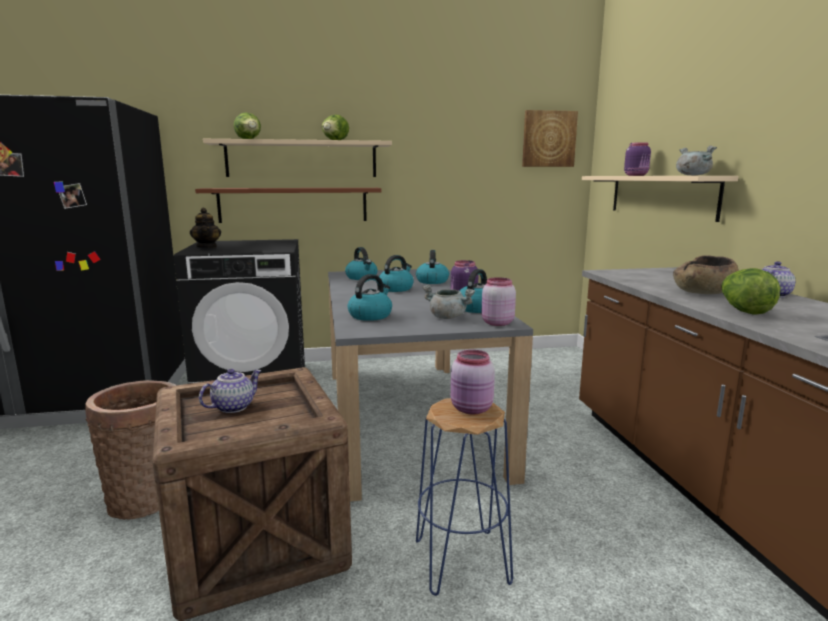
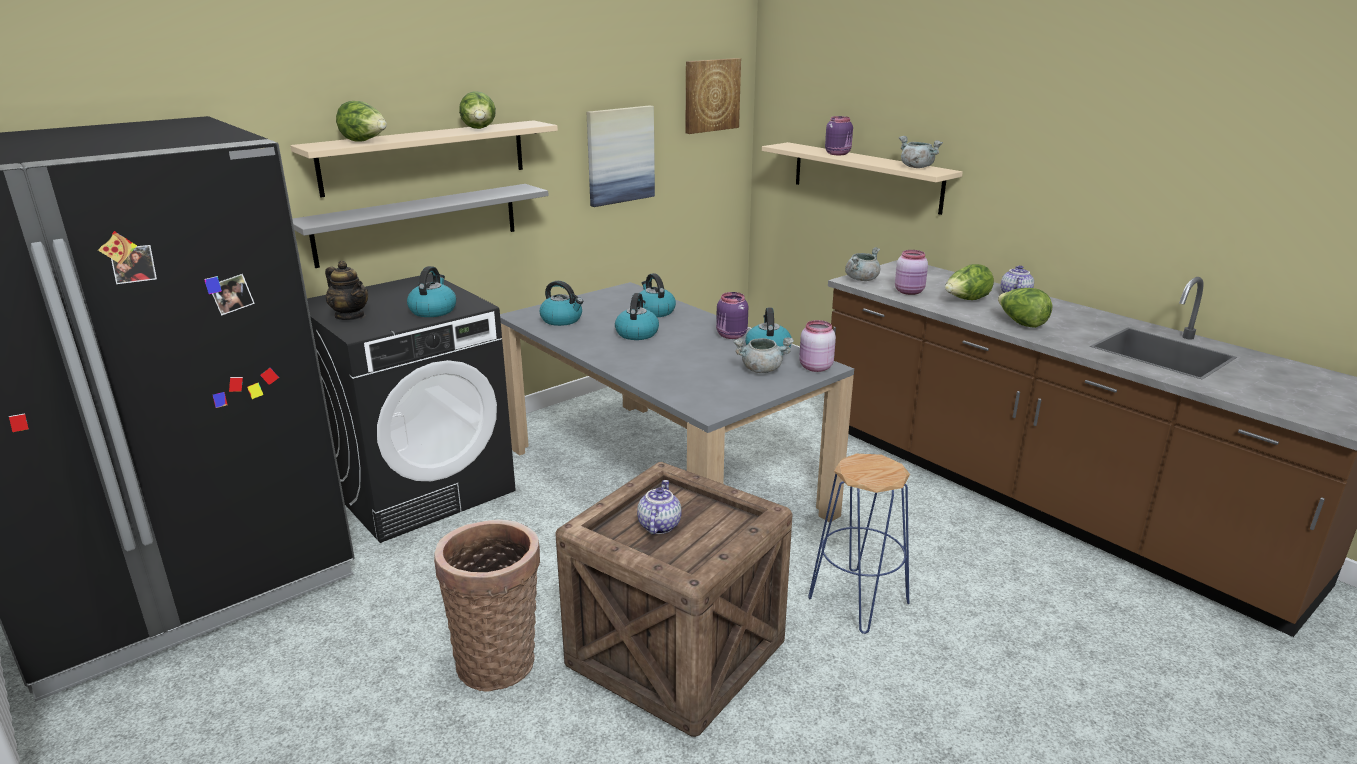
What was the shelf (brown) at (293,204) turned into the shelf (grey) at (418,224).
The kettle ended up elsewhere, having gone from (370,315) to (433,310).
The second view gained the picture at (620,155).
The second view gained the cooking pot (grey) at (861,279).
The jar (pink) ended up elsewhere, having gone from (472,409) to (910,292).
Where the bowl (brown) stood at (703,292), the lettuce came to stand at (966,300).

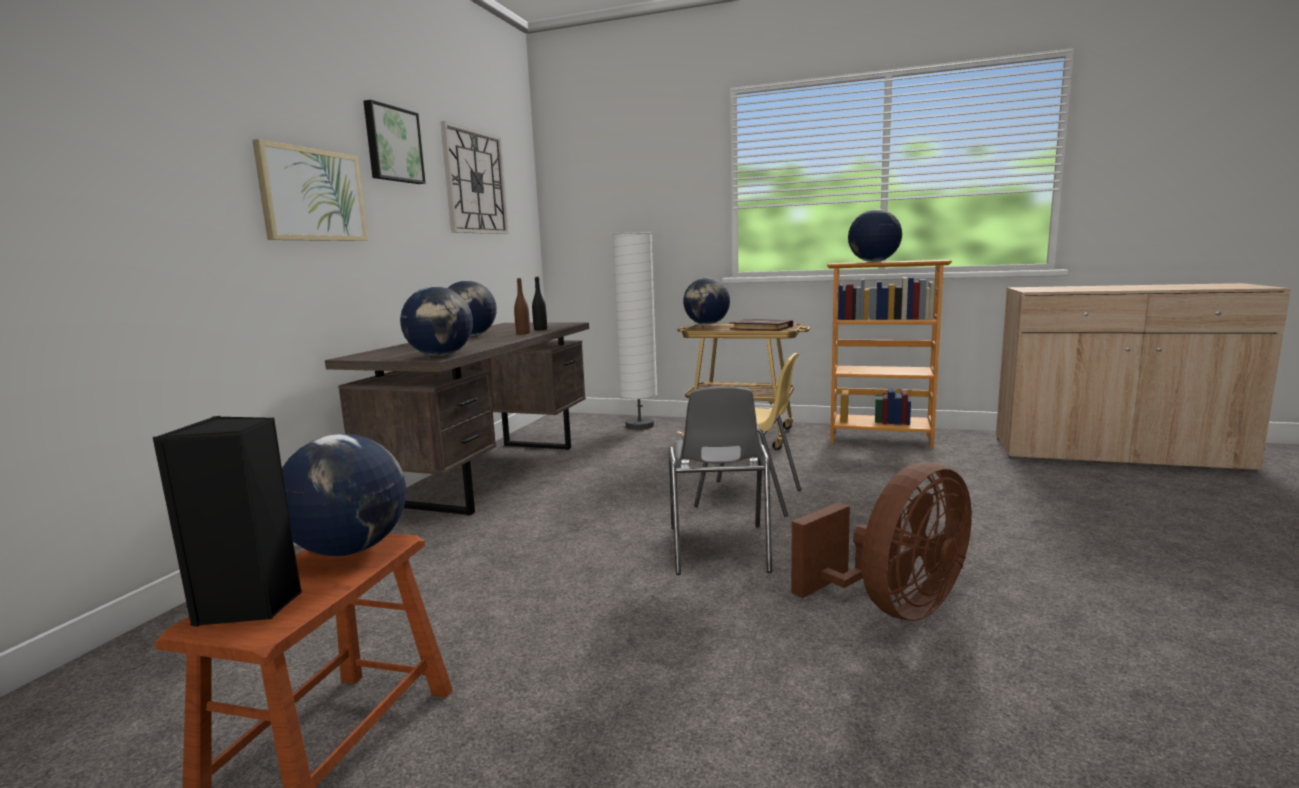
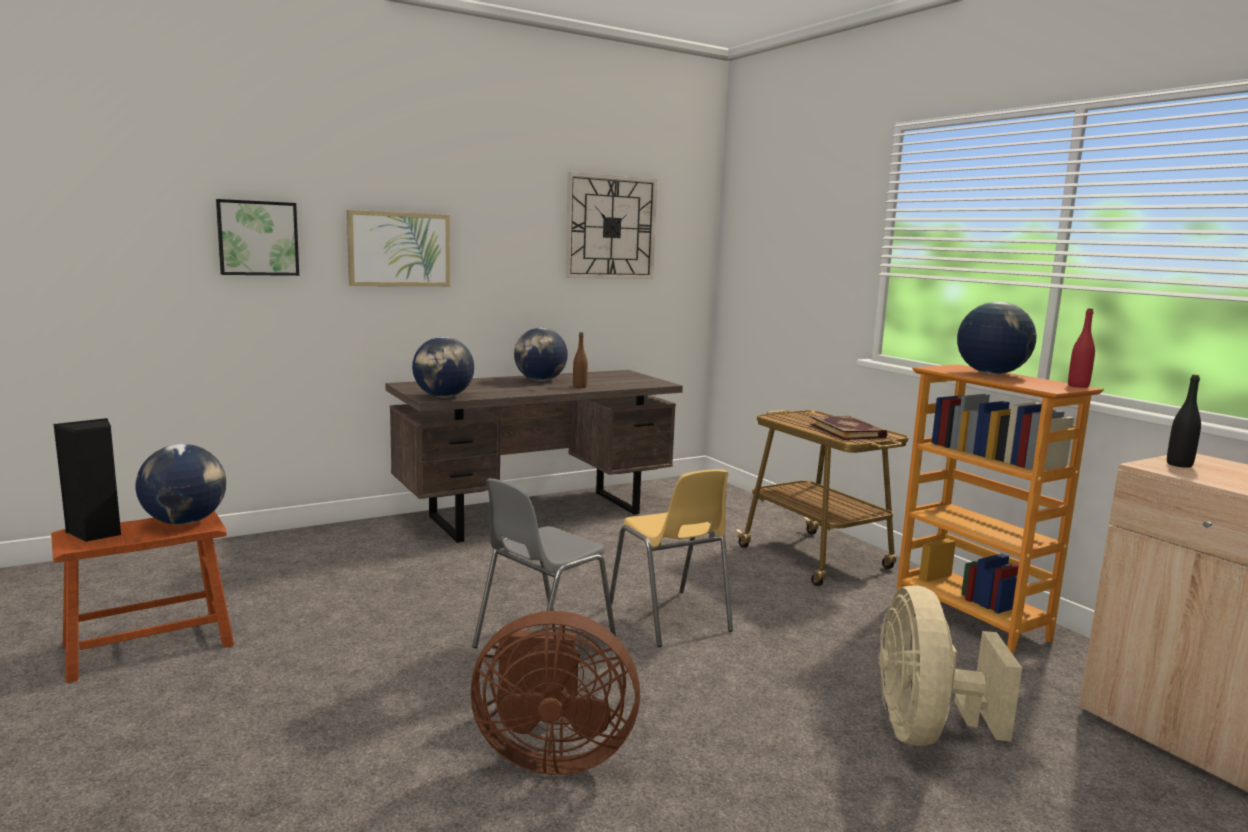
The picture ended up elsewhere, having gone from (392,144) to (258,238).
The second view gained the fan (beige) at (925,731).
The second view gained the bottle (red) at (1078,386).
The bottle (black) ended up elsewhere, having gone from (540,329) to (1179,464).
The second view lost the floor lamp (white) at (640,426).
The second view lost the globe at (706,324).

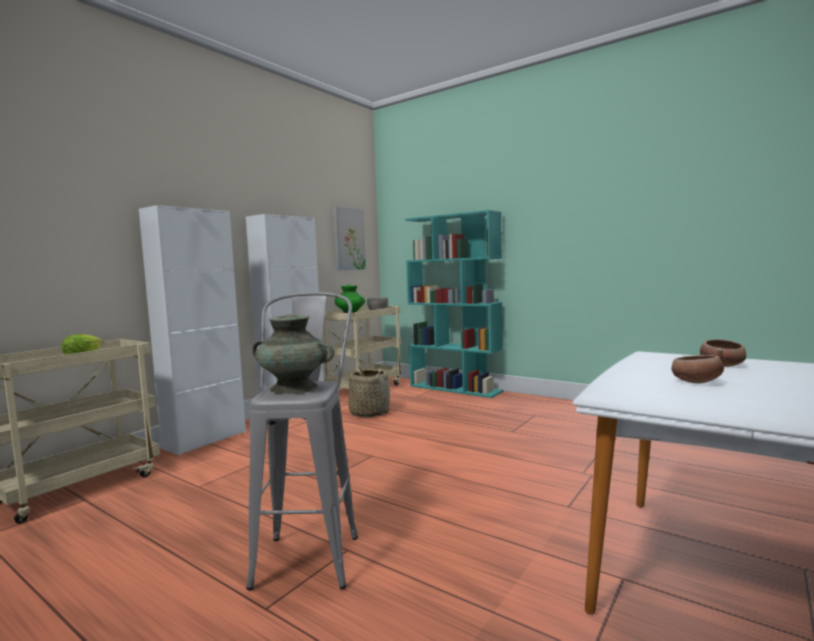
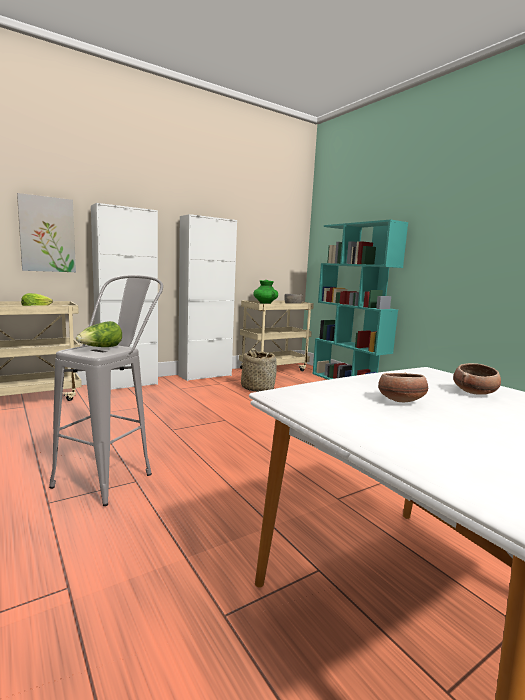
The picture ended up elsewhere, having gone from (348,239) to (47,234).
Where the vase (turquoise) stood at (294,388), the lettuce came to stand at (101,348).

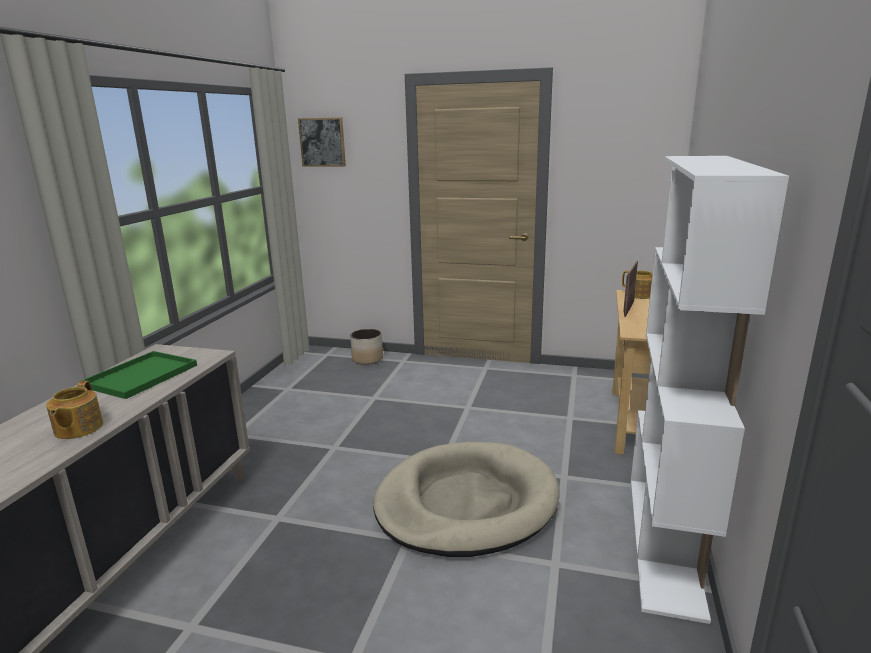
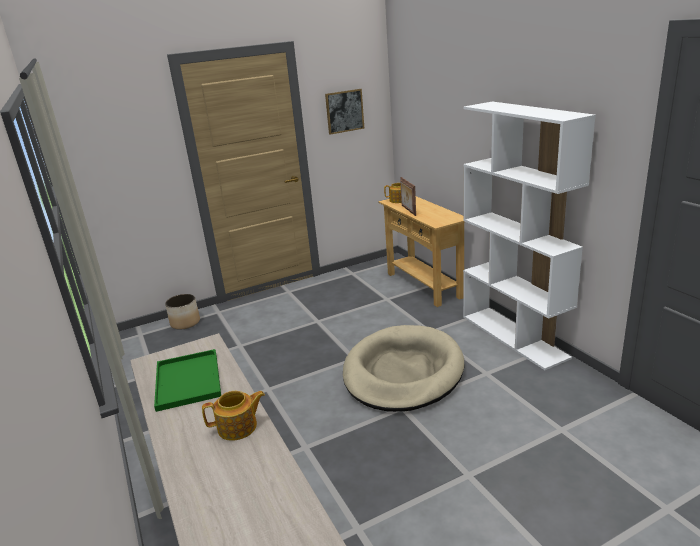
The teapot at (77,429) ended up facing another way, 60 degrees counterclockwise from before.
The picture ended up elsewhere, having gone from (322,142) to (344,111).

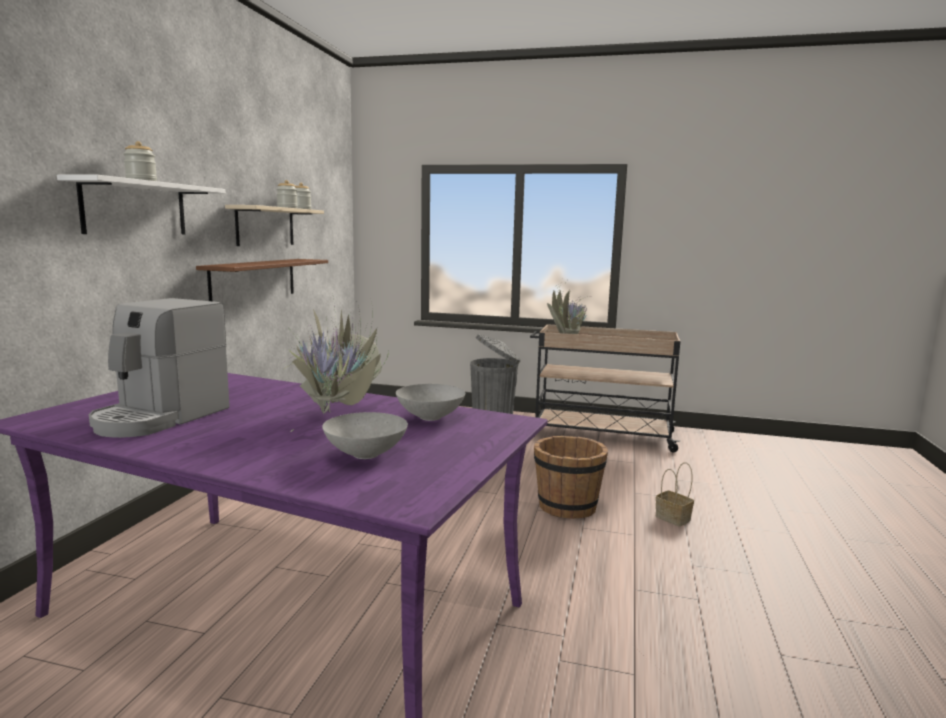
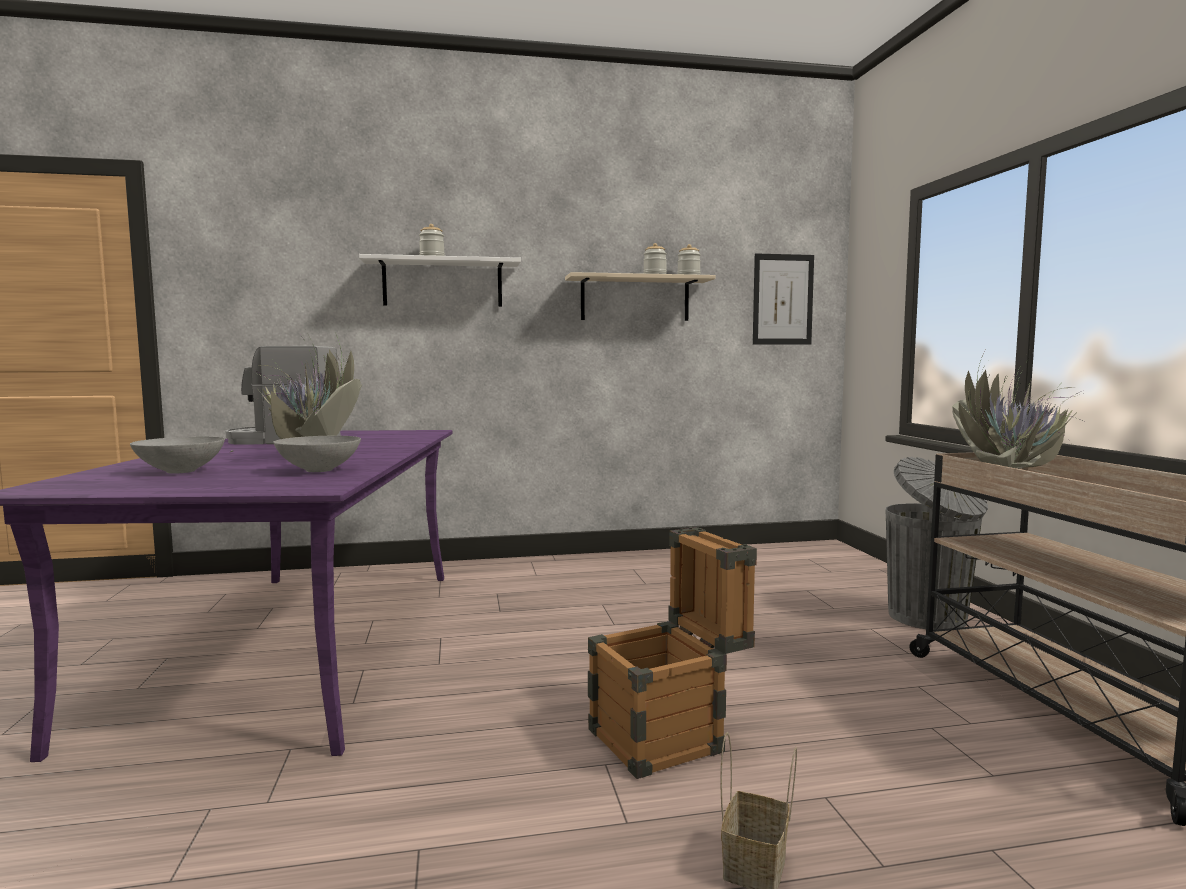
Where the bucket (brown) stood at (567,507), the crate came to stand at (670,737).
The second view gained the picture at (782,299).
The second view lost the shelf (brown) at (254,280).

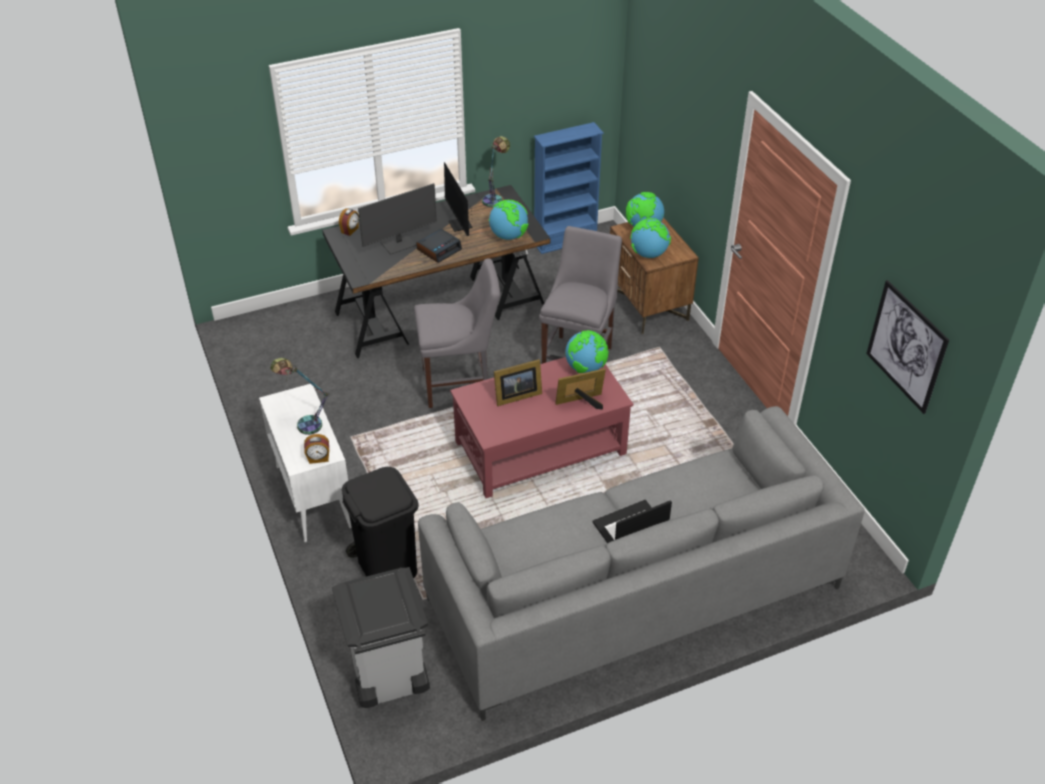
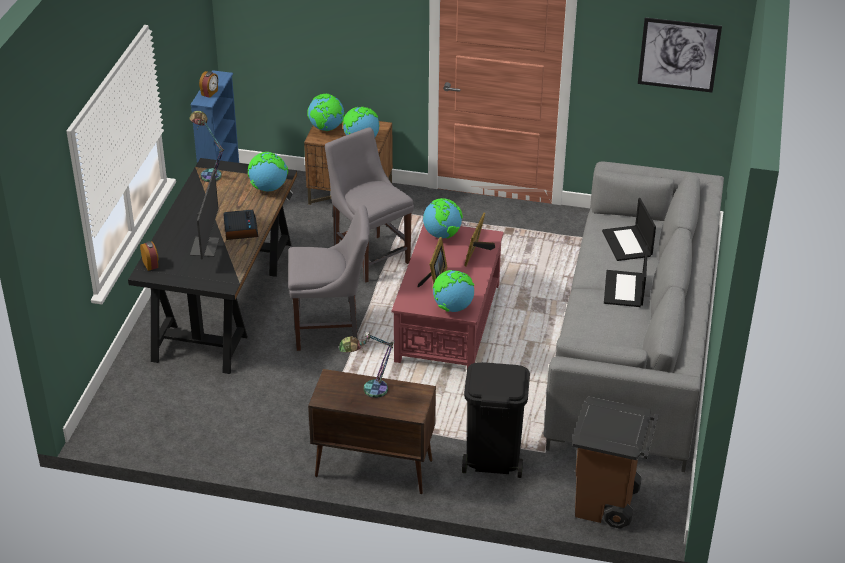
The alarm clock ended up elsewhere, having gone from (318,458) to (210,93).
The chair (grey) at (460,385) ended up facing another way, 60 degrees clockwise from before.
What was the cabinet (white) at (312,496) turned into the cabinet (brown) at (372,468).
The second view gained the globe at (452,307).
What was the trash can (grey) at (388,679) turned into the trash can (brown) at (606,504).
The second view gained the laptop at (628,244).
The second view lost the monitor at (460,226).

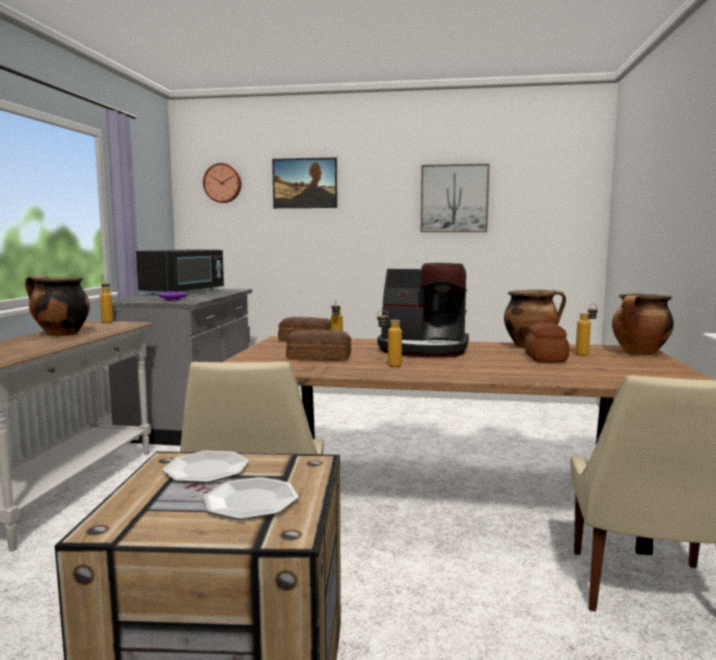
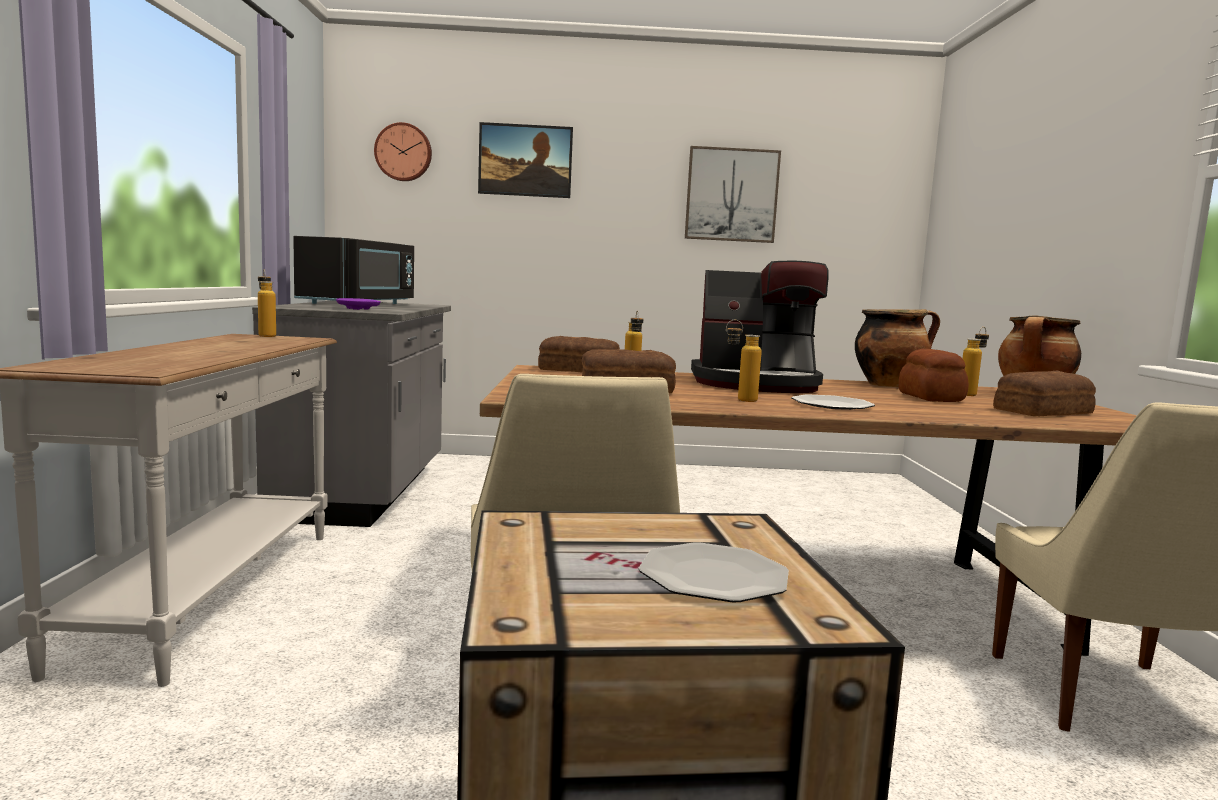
The plate ended up elsewhere, having gone from (206,469) to (832,405).
The second view gained the bread at (1040,411).
The second view lost the cooking pot at (60,334).

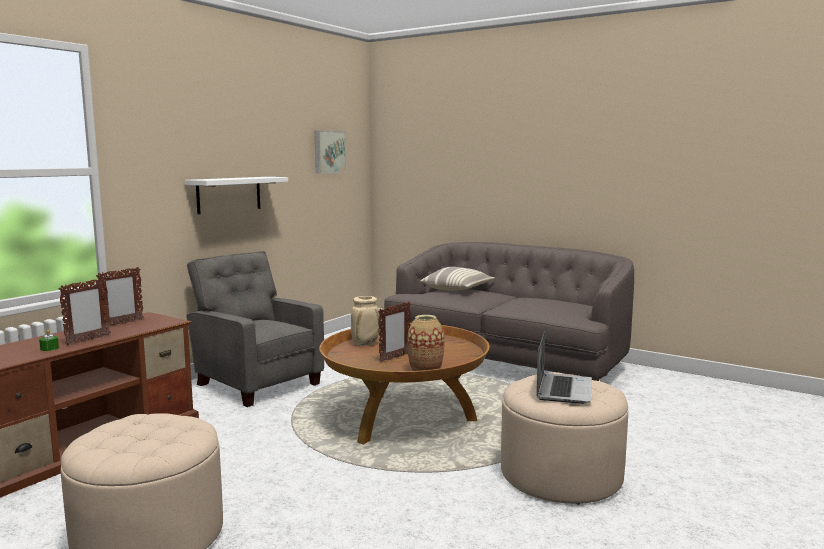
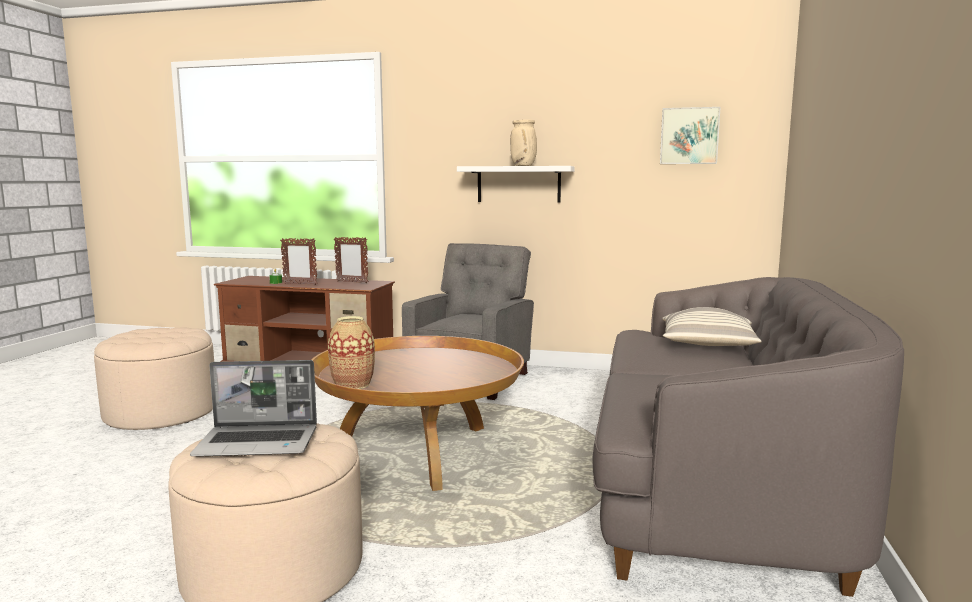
The vase (beige) ended up elsewhere, having gone from (365,344) to (524,166).
The second view lost the picture frame at (394,358).

